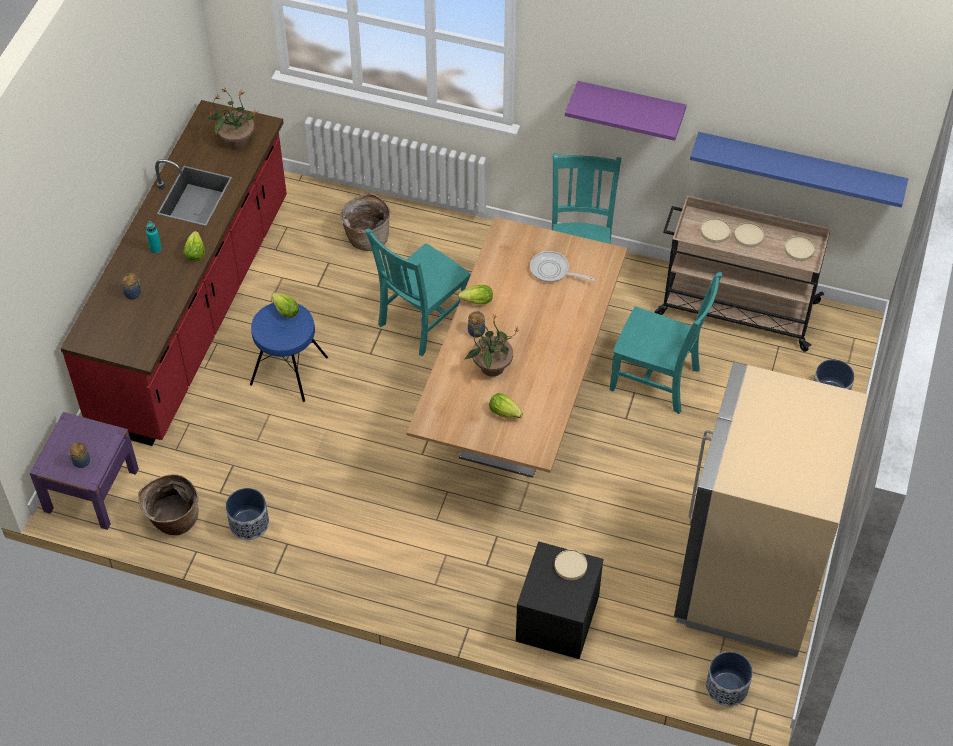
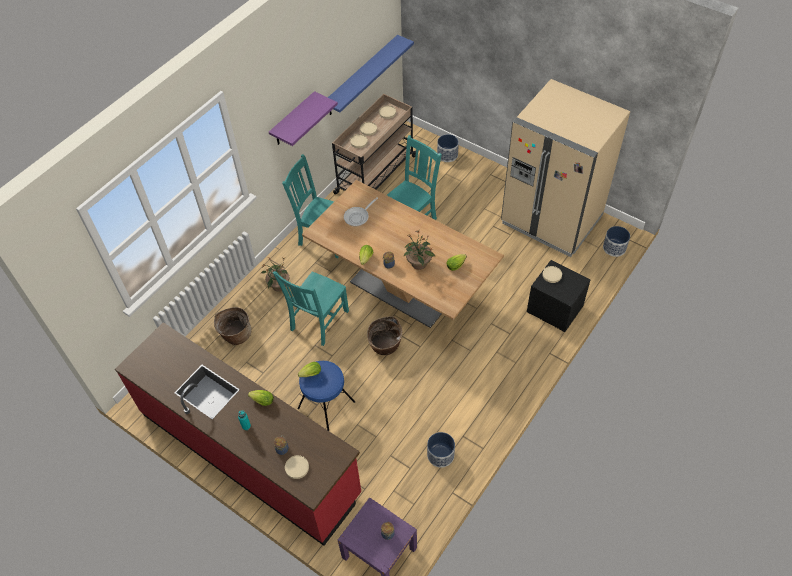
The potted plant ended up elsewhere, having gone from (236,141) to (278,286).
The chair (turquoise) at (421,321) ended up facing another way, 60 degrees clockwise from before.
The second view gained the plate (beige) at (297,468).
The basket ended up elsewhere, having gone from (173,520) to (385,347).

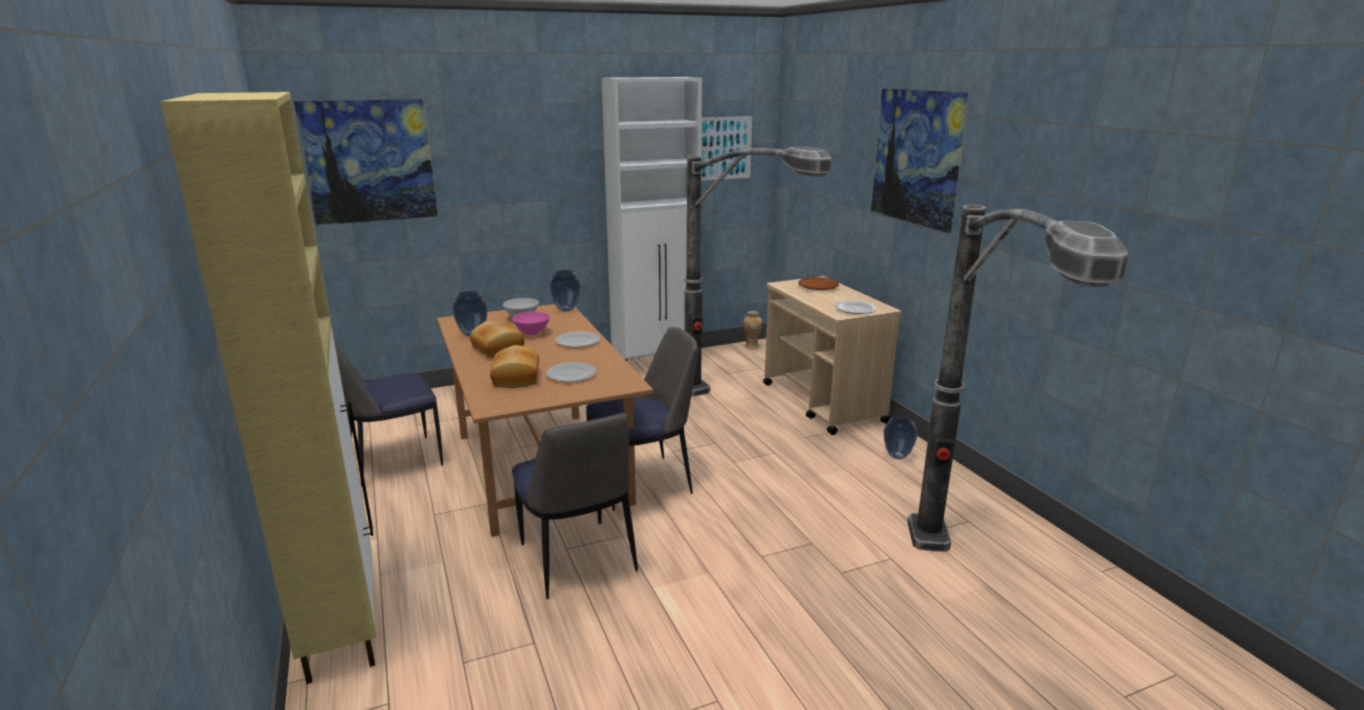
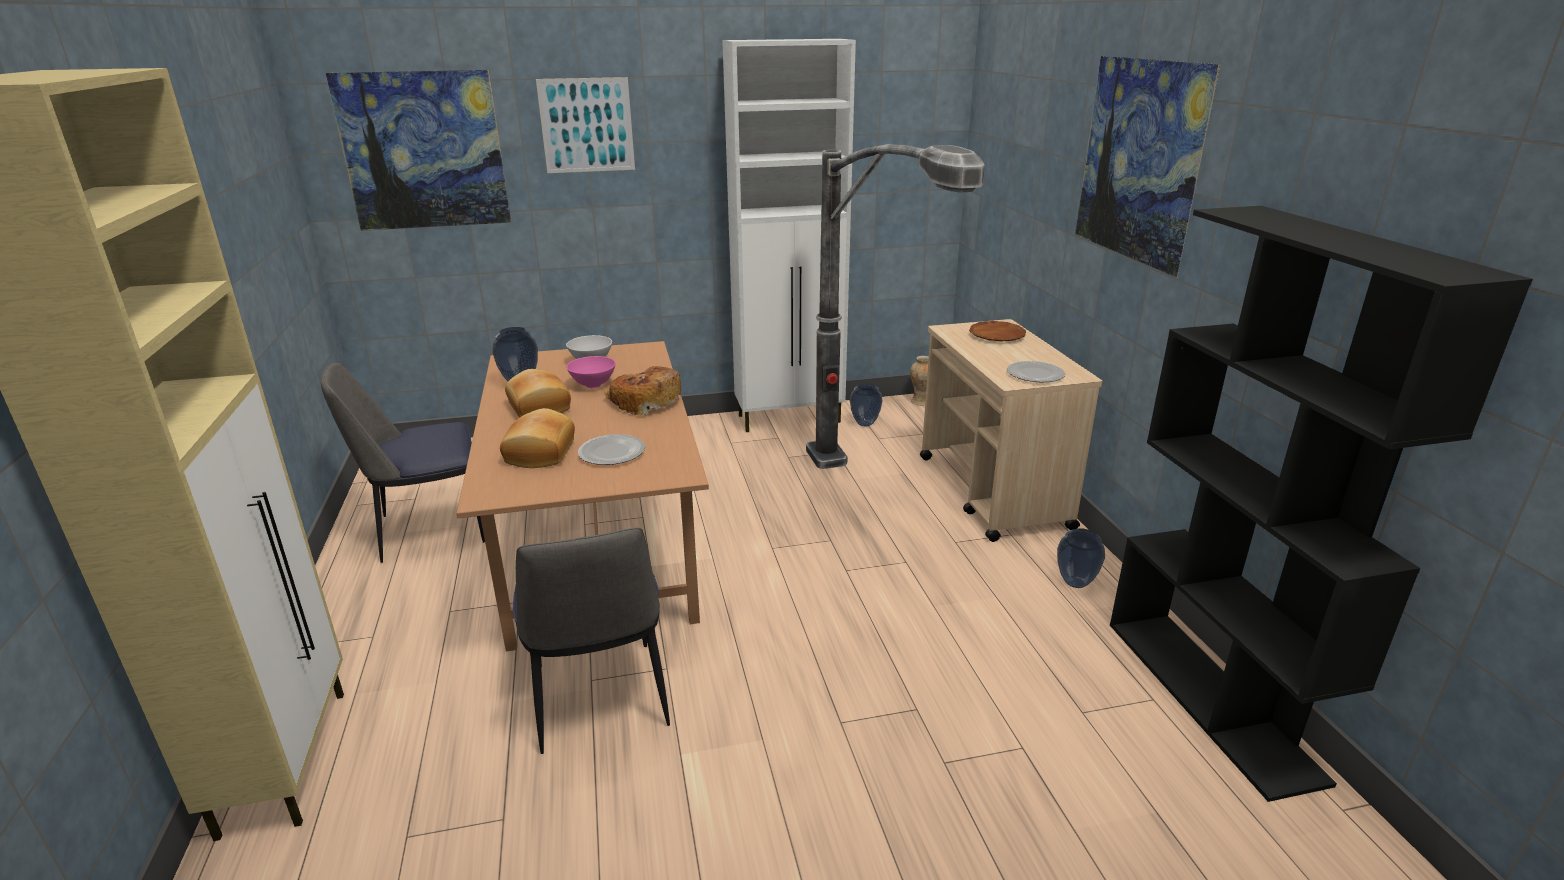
The picture ended up elsewhere, having gone from (723,148) to (587,125).
Where the plate stood at (578,341), the bread came to stand at (645,402).
The vase ended up elsewhere, having gone from (566,309) to (865,423).
The second view gained the bookcase (black) at (1211,697).
The second view lost the chair at (644,482).
The second view lost the floor lamp at (952,623).

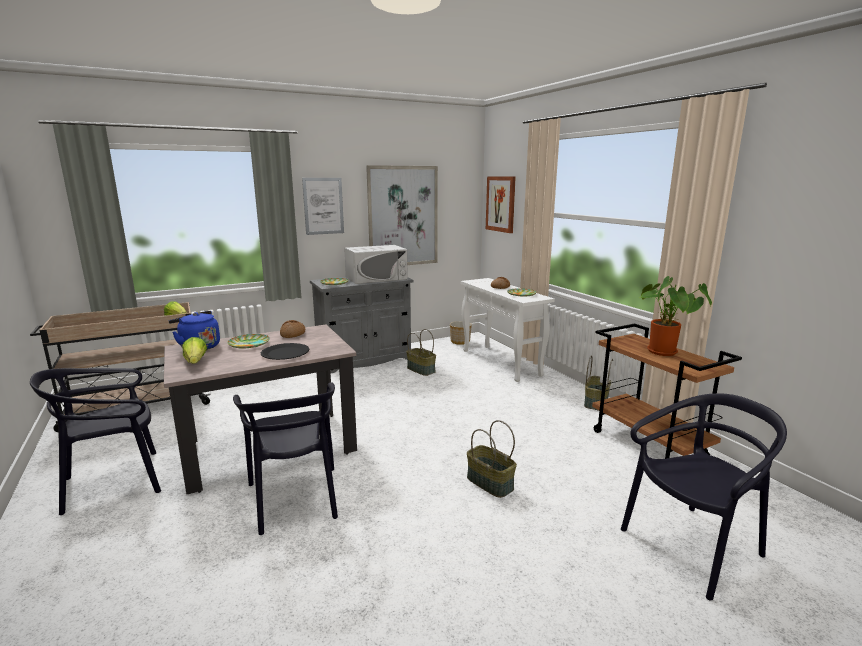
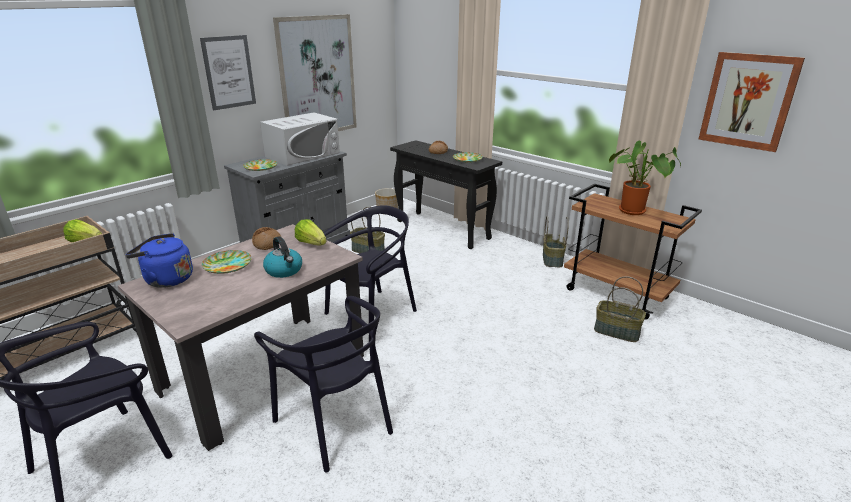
Where the plate (black) stood at (285,353), the kettle came to stand at (284,270).
The lettuce ended up elsewhere, having gone from (195,362) to (311,243).
The chair (black) ended up elsewhere, having gone from (693,547) to (372,314).
What was the console table (white) at (501,363) turned into the console table (black) at (443,230).
The basket ended up elsewhere, having gone from (489,483) to (616,332).
The picture ended up elsewhere, having gone from (501,204) to (748,101).

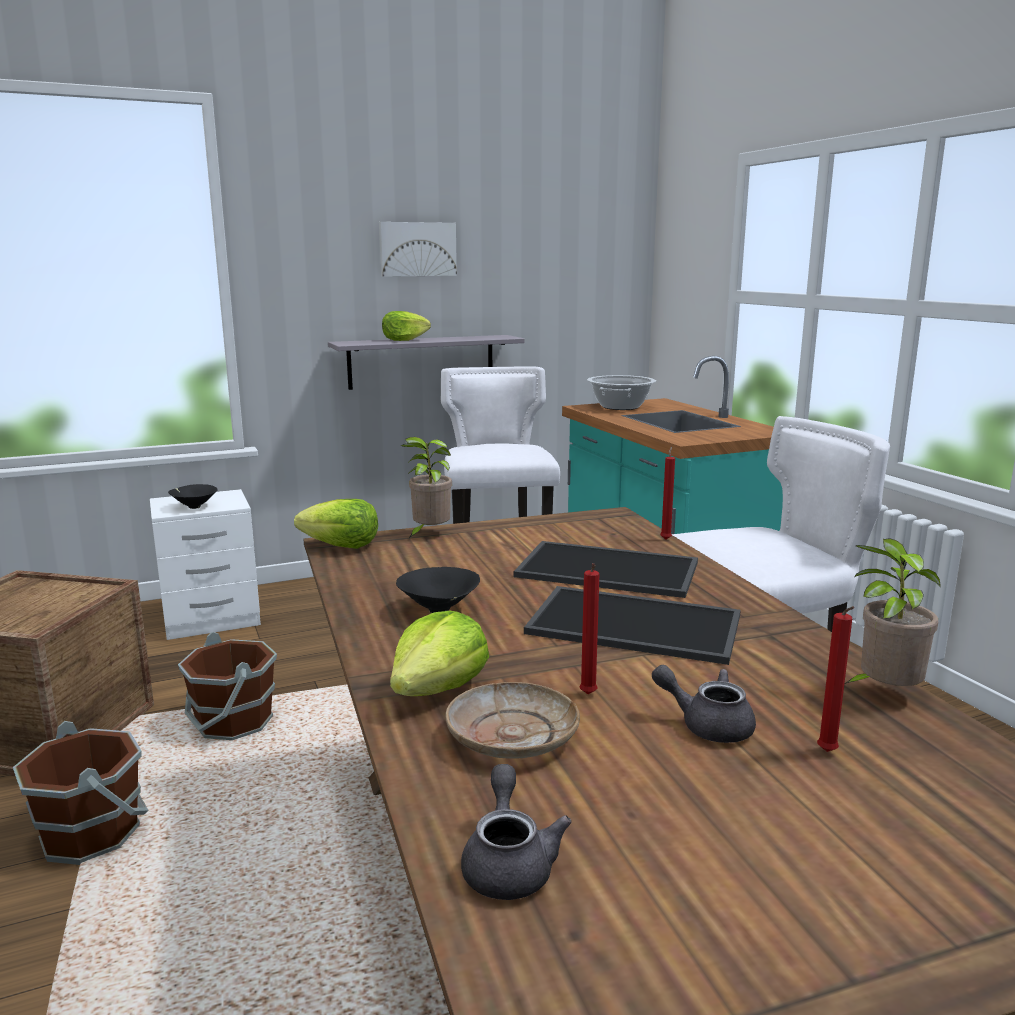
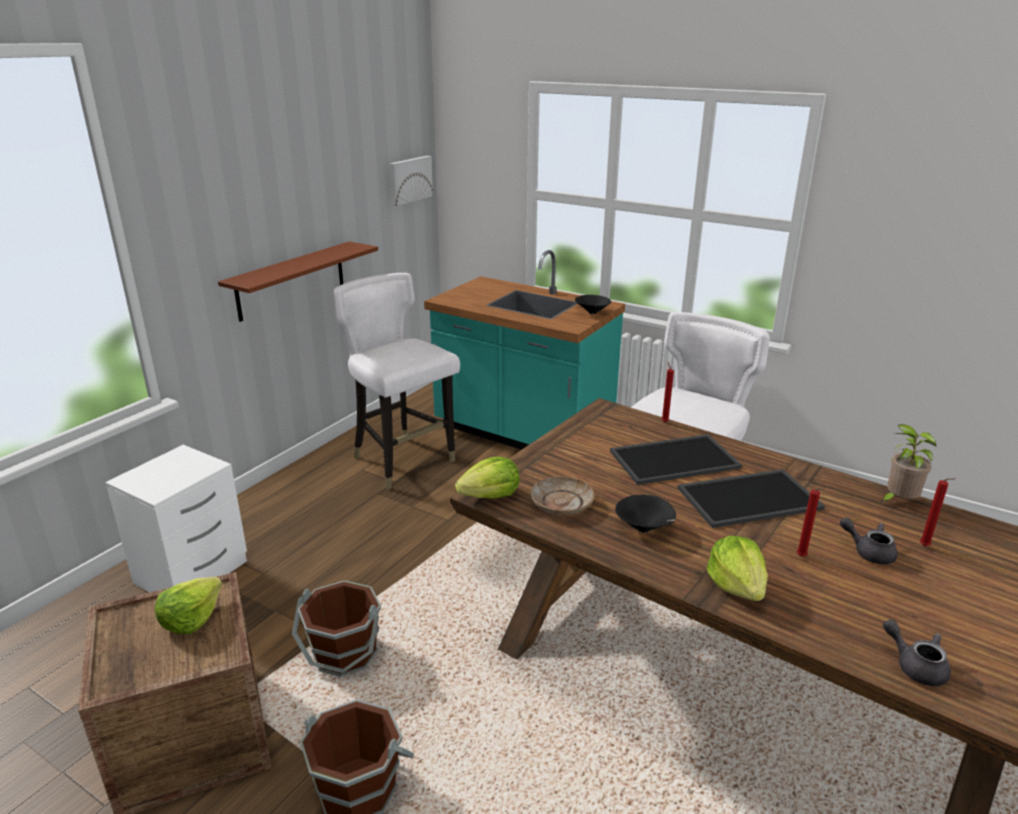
The lettuce ended up elsewhere, having gone from (404,340) to (191,618).
What was the shelf (grey) at (421,361) turned into the shelf (brown) at (291,280).
The picture ended up elsewhere, having gone from (417,249) to (409,180).
The plate (beige) ended up elsewhere, having gone from (511,736) to (561,503).
The bowl (black) ended up elsewhere, having gone from (193,507) to (591,313).
The teapot (grey) at (707,725) ended up facing another way, 45 degrees clockwise from before.
The second view lost the potted plant at (429,534).
The second view lost the cooking pot at (620,407).

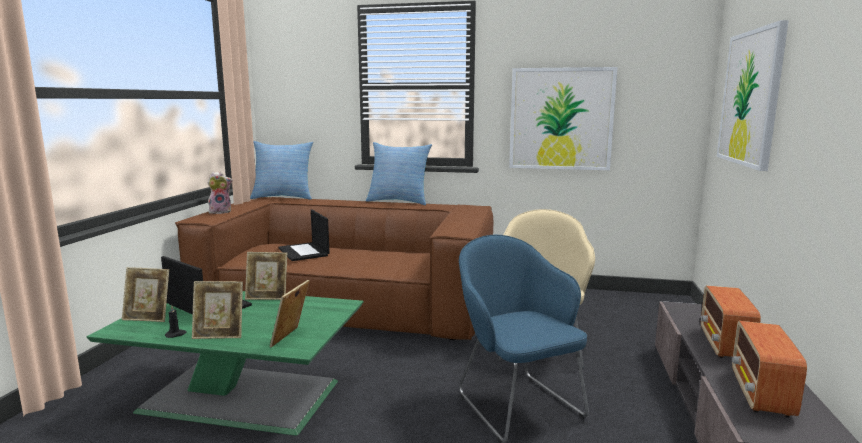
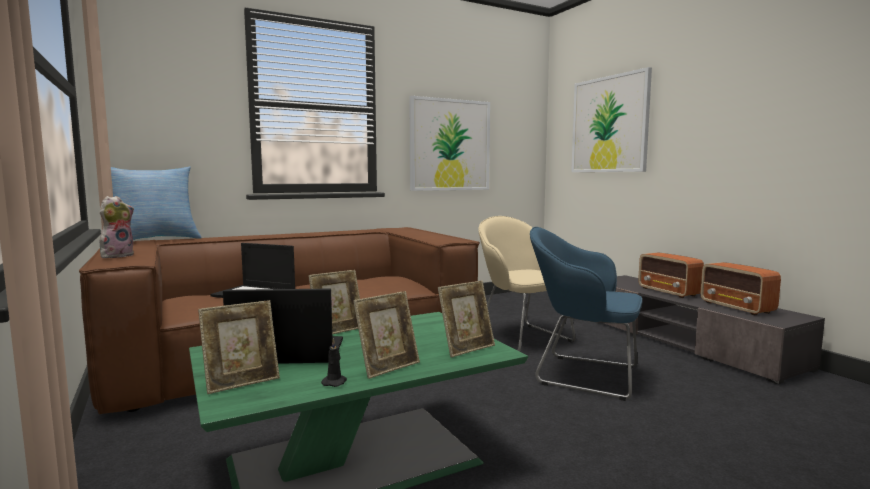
The picture frame at (291,338) ended up facing another way, 105 degrees counterclockwise from before.
The second view lost the pillow at (399,201).

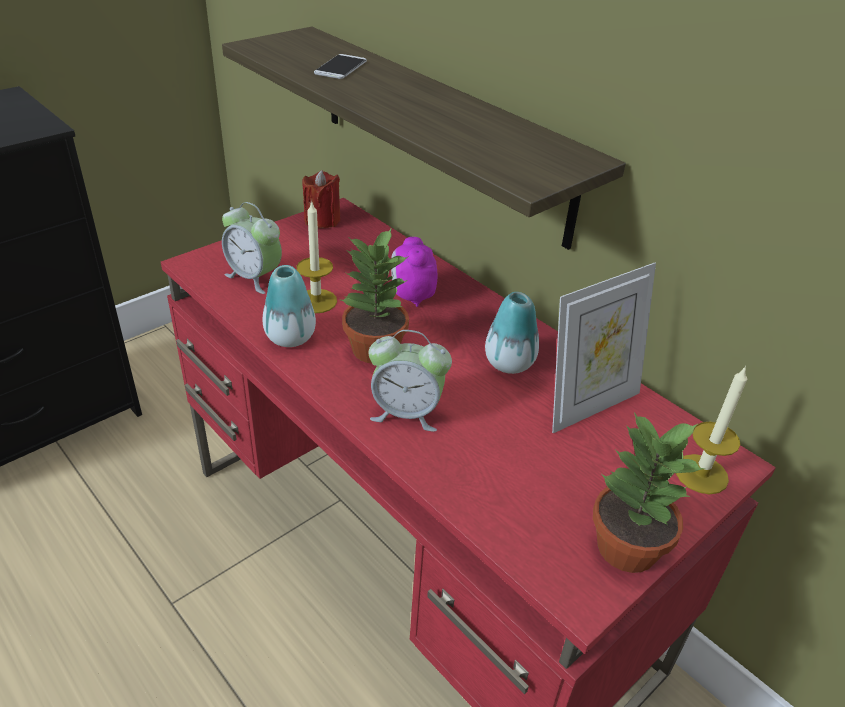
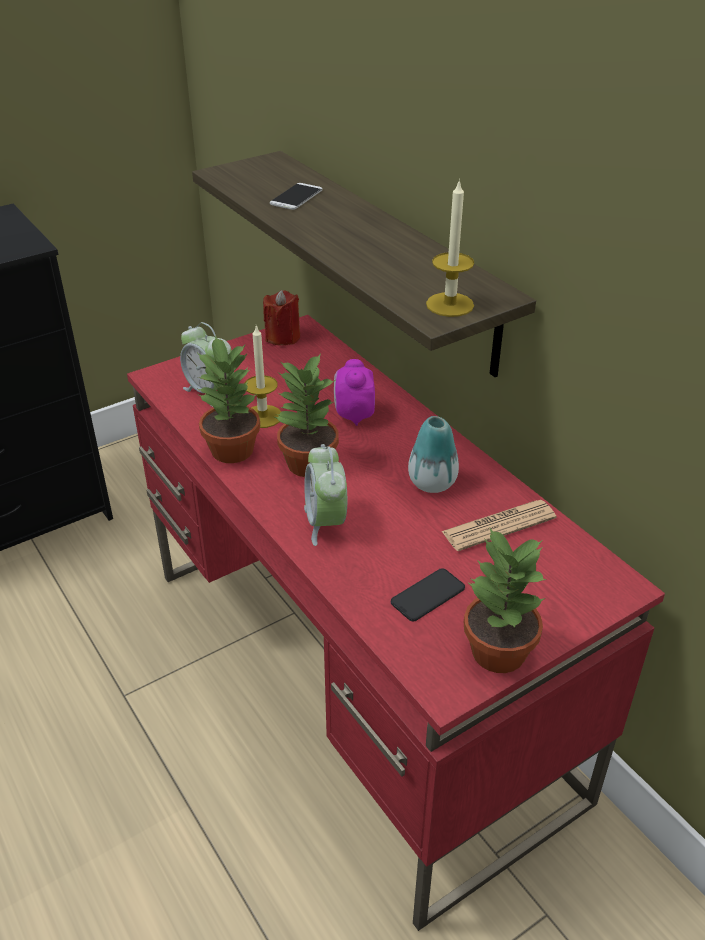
Where the vase stood at (290,337), the potted plant came to stand at (233,449).
The alarm clock at (406,413) ended up facing another way, 60 degrees clockwise from before.
The second view gained the phone at (428,595).
The candle ended up elsewhere, having gone from (701,474) to (450,304).
Where the picture frame stood at (589,405), the newspaper came to stand at (498,526).

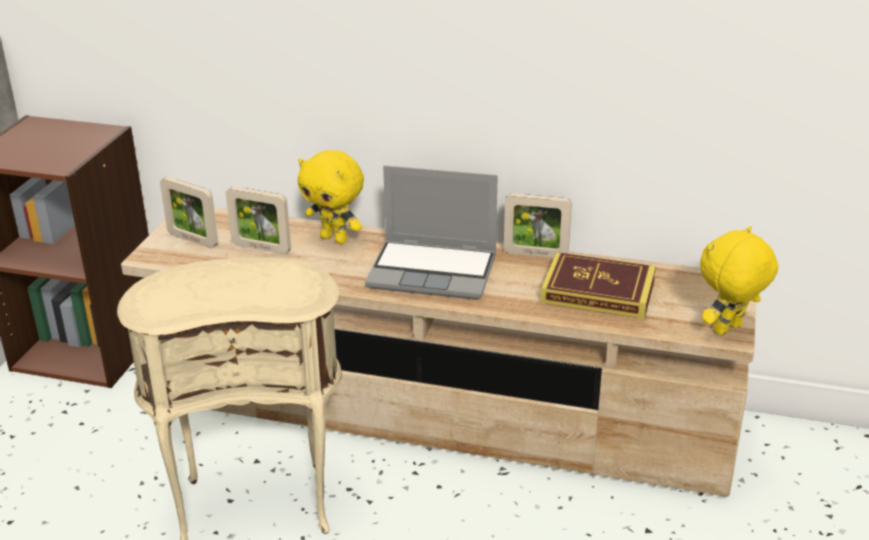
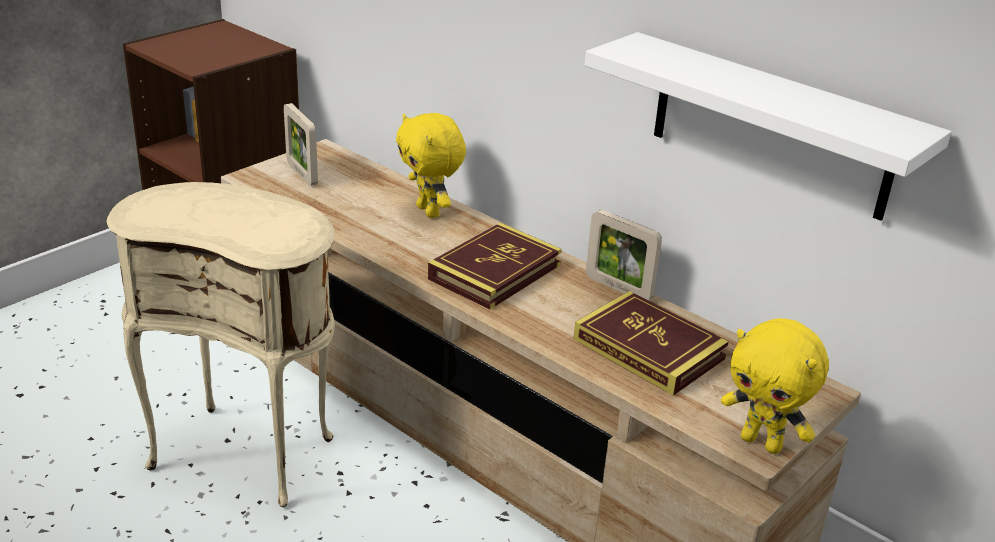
Where the laptop stood at (434,271), the book came to stand at (495,272).
The second view gained the shelf (white) at (771,126).
The plush toy (yellow) at (728,330) ended up facing another way, 135 degrees counterclockwise from before.
The second view lost the picture frame at (261,248).

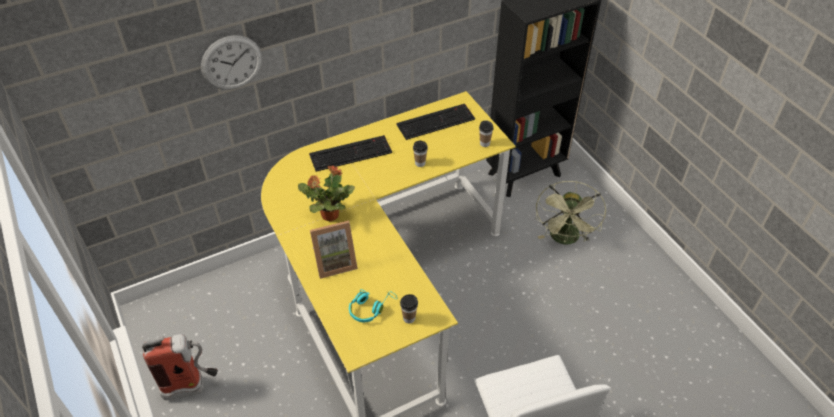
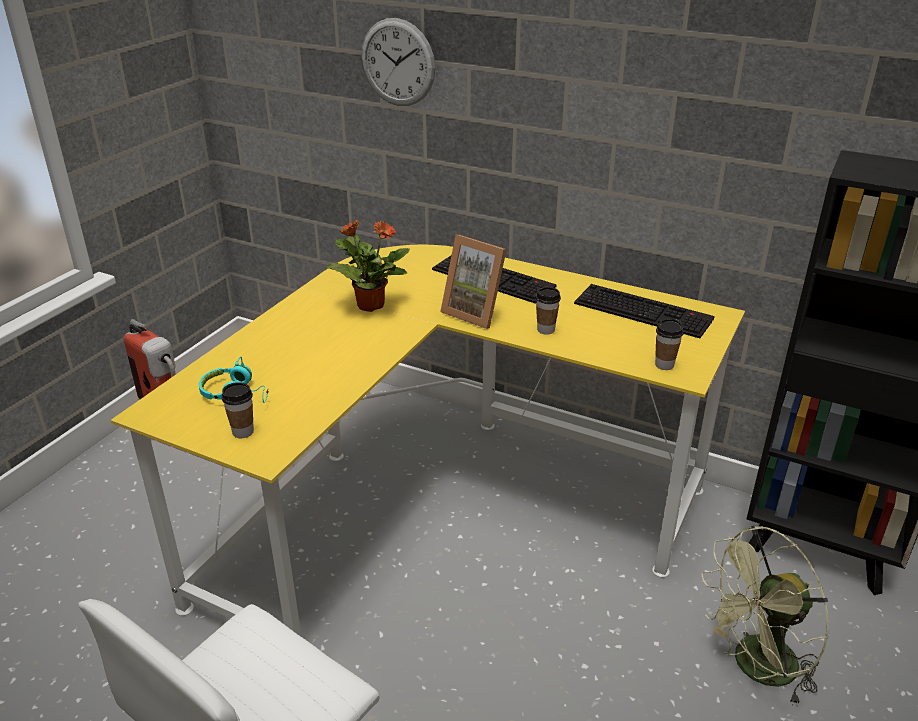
The picture frame ended up elsewhere, having gone from (334,262) to (476,312).

